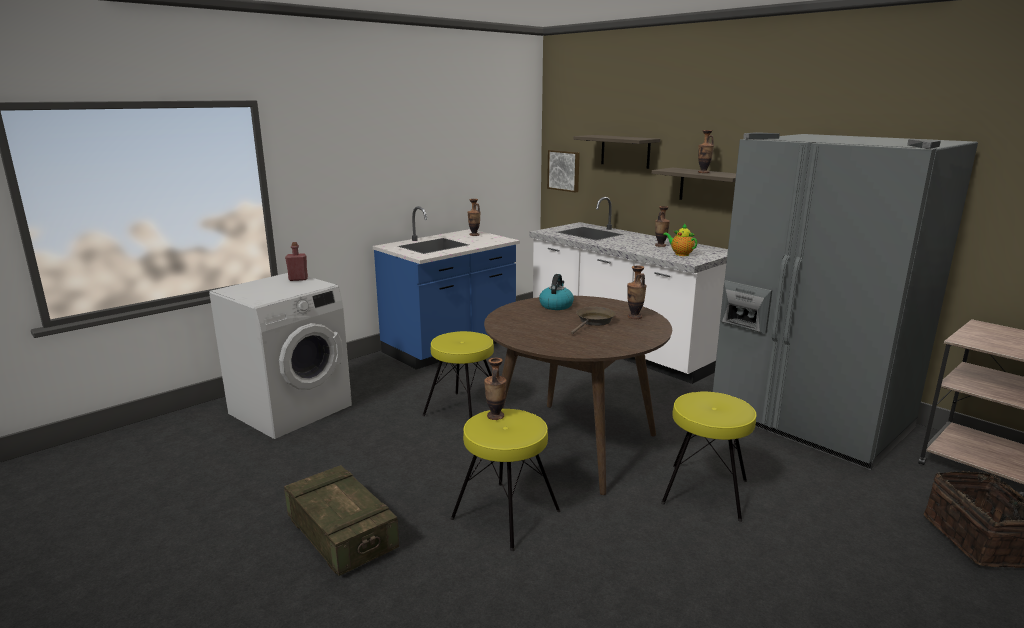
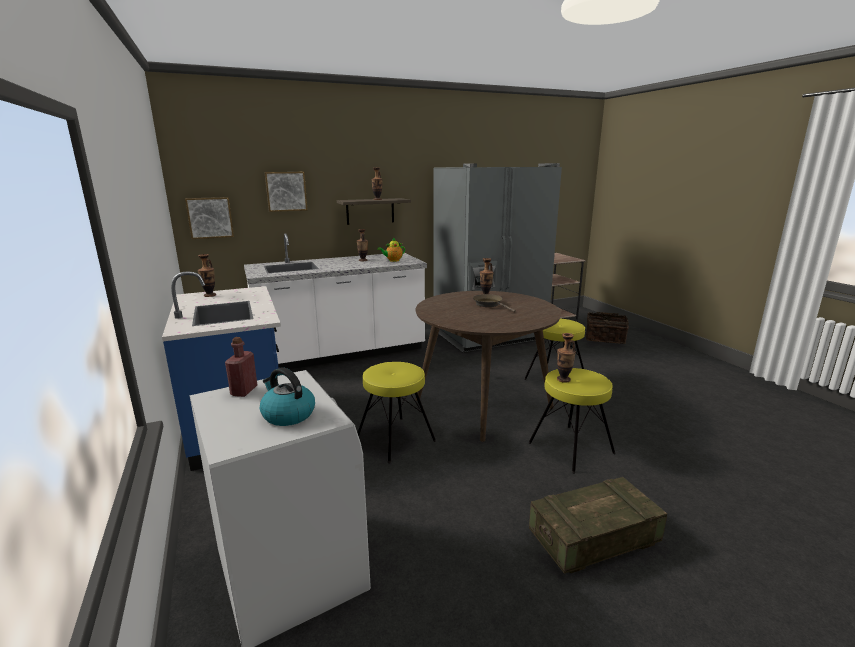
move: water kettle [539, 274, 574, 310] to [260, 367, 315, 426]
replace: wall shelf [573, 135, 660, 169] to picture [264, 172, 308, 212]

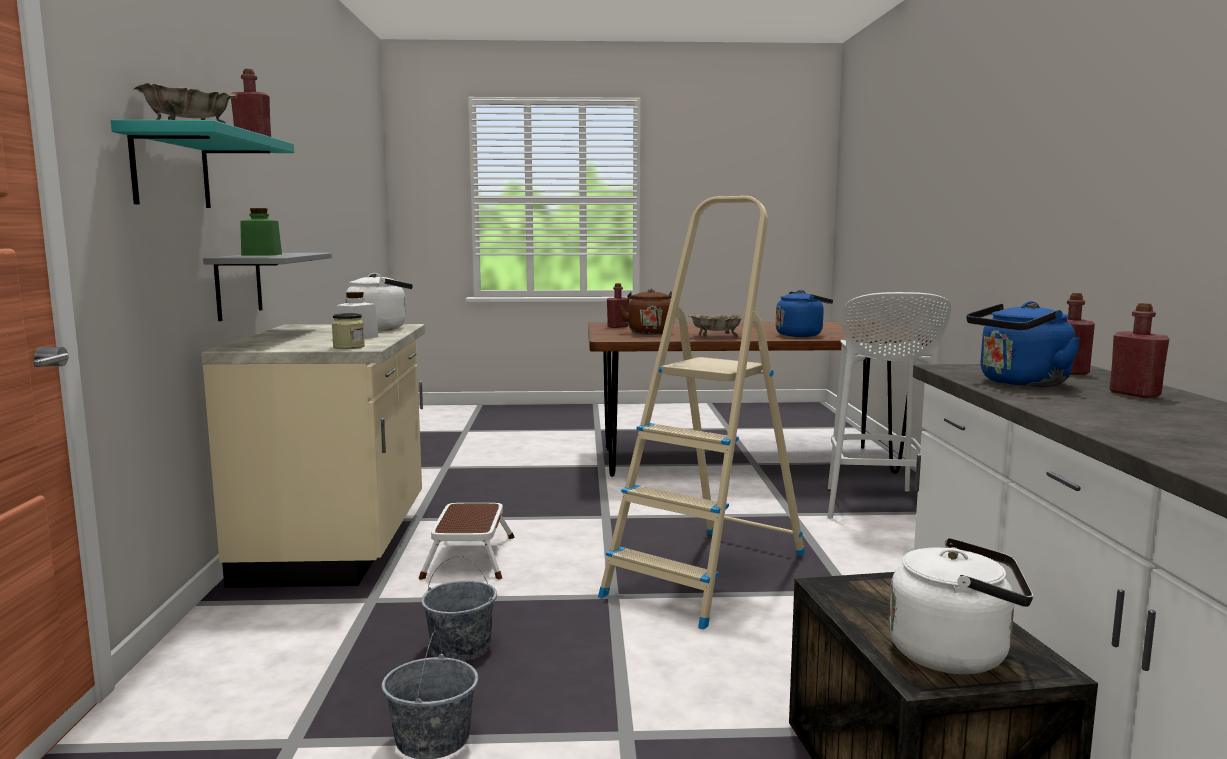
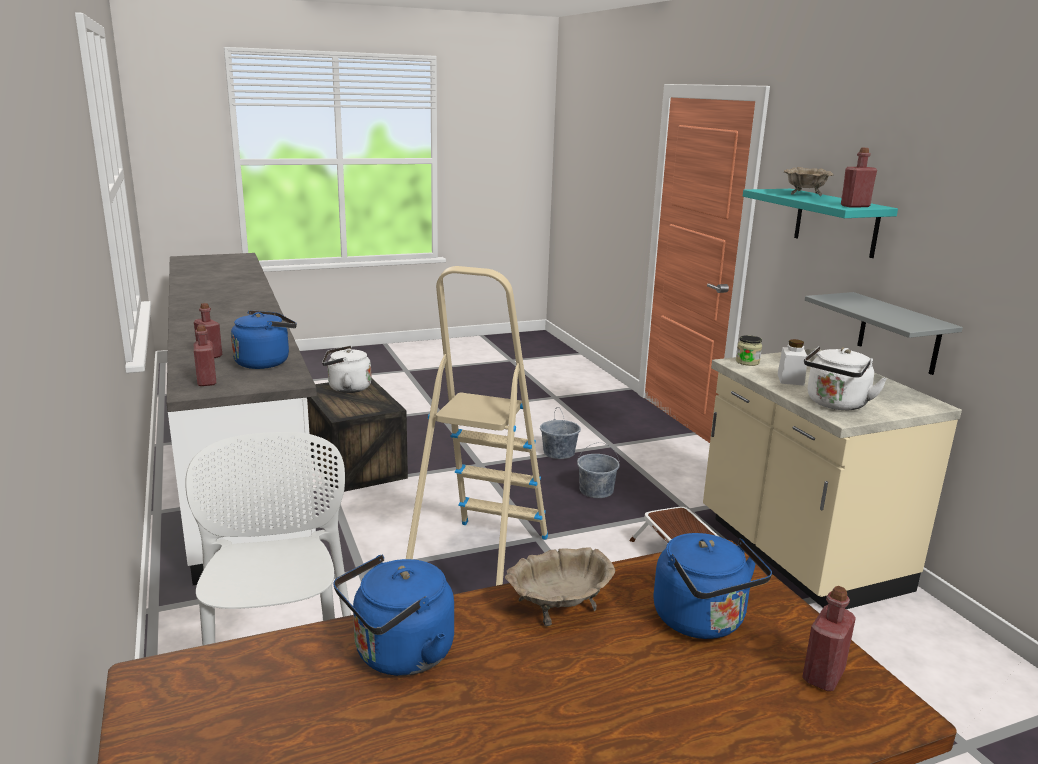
delete: green storage jar [240, 208, 282, 255]
recolor: brown water kettle [618, 289, 672, 335] to blue water kettle [653, 533, 772, 639]

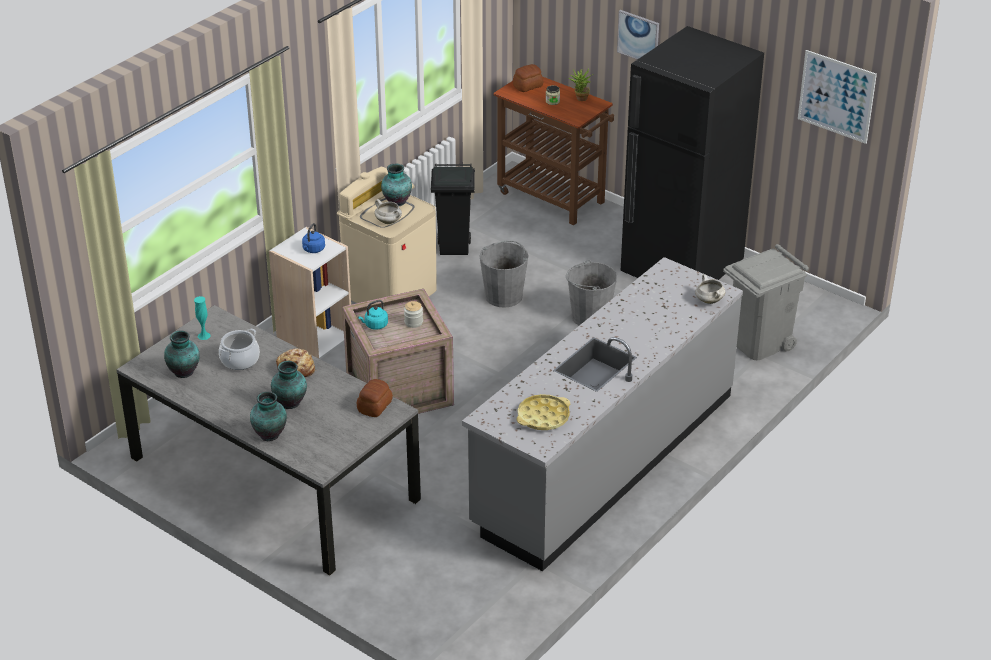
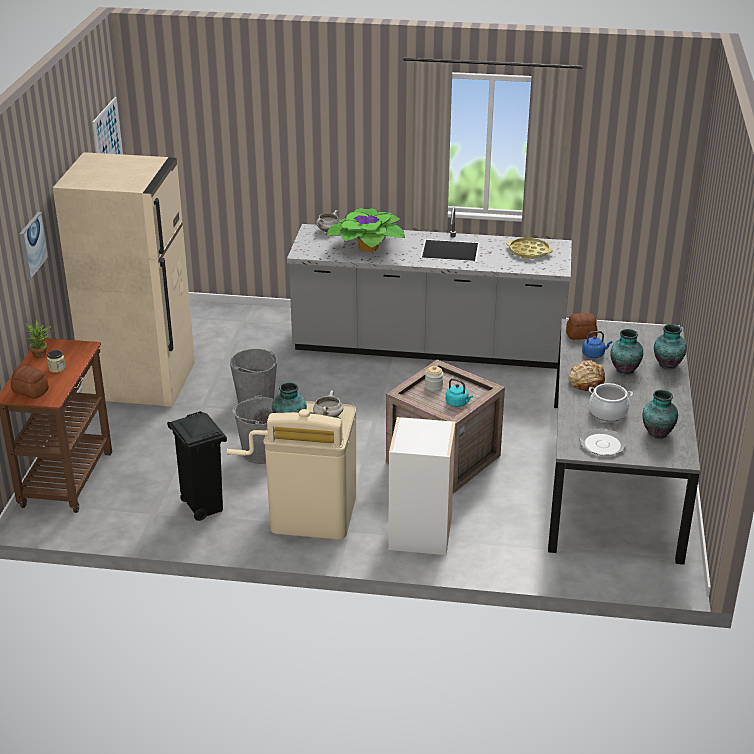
delete: greyish waste bin [723, 244, 809, 361]
insert: potted plant [326, 208, 405, 252]
move: blue water kettle [302, 223, 325, 253] to [582, 331, 612, 358]
replace: blue-green flower vase [194, 296, 211, 340] to dinner plate [579, 429, 627, 455]
recolor: black fridge [621, 26, 764, 280] to sand-coloured fridge [53, 152, 195, 407]

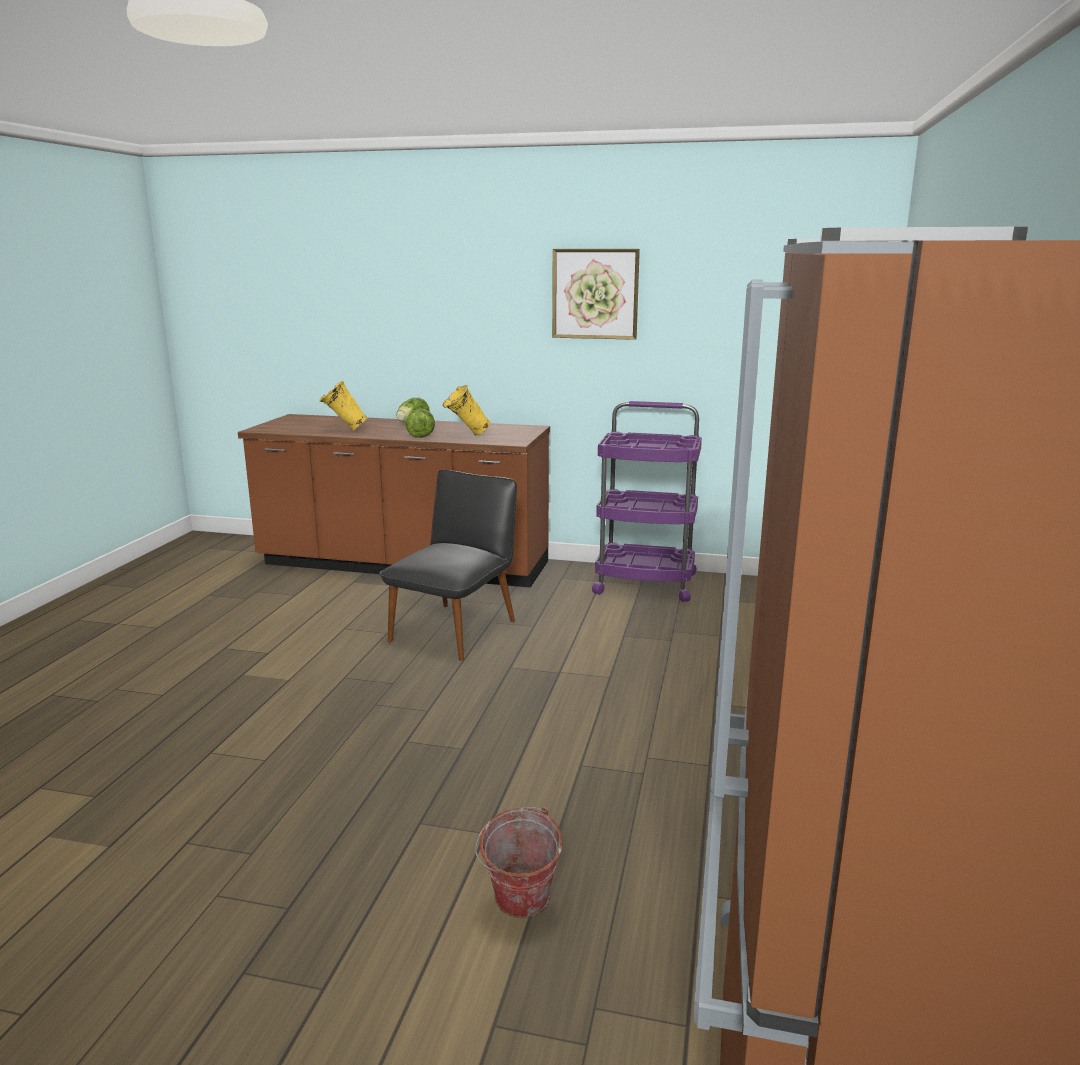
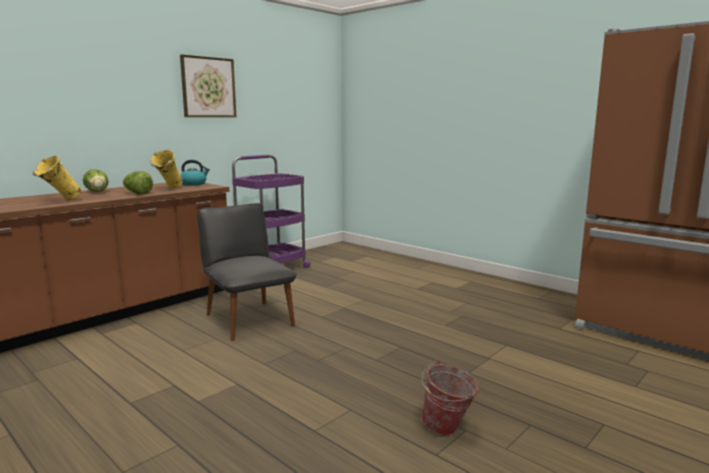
insert: water kettle [180, 160, 210, 186]
move: water bucket [475, 807, 563, 918] to [421, 360, 479, 436]

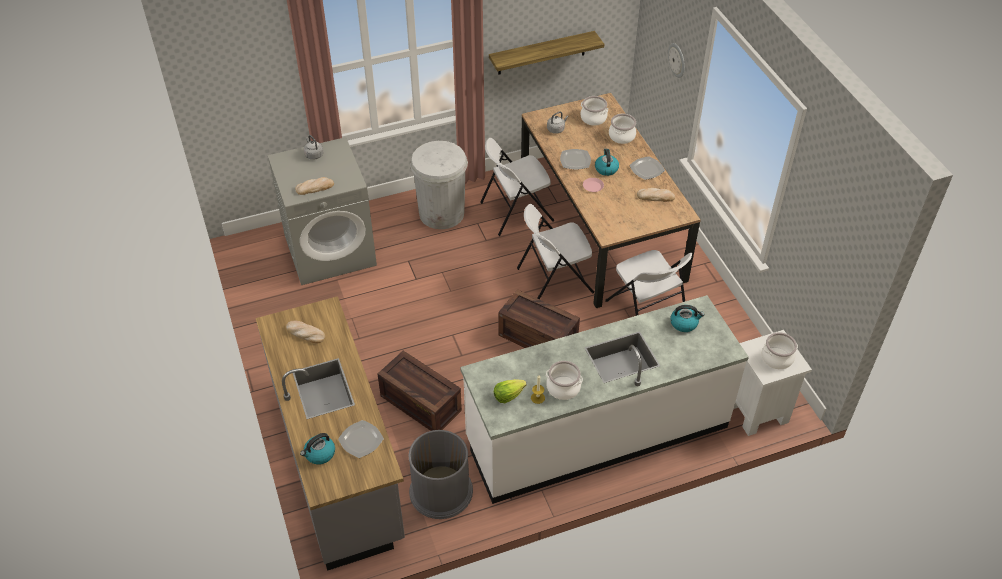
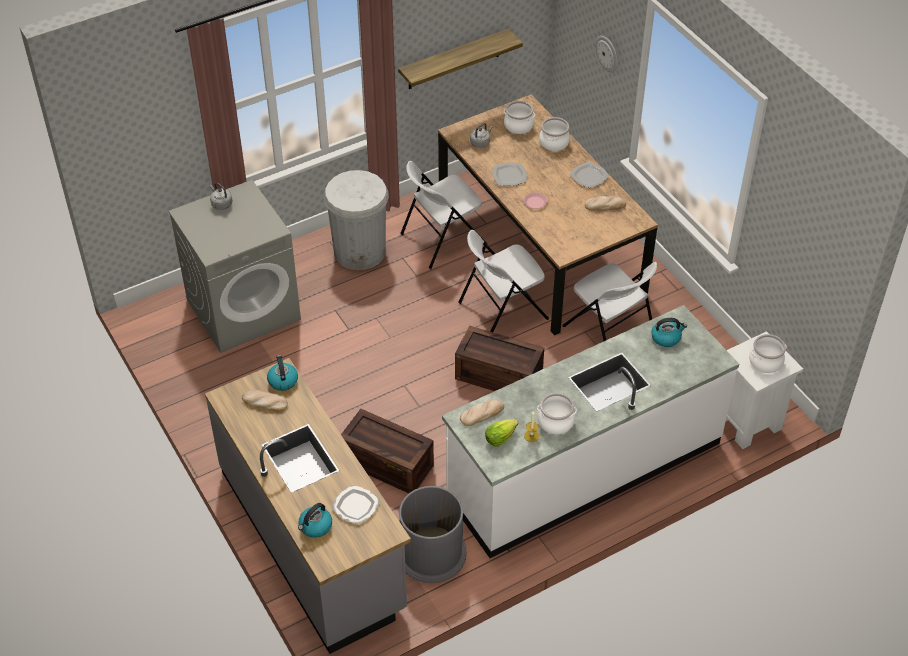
move: water kettle [595, 149, 619, 176] to [267, 355, 298, 391]; bread [295, 177, 334, 195] to [460, 399, 504, 426]

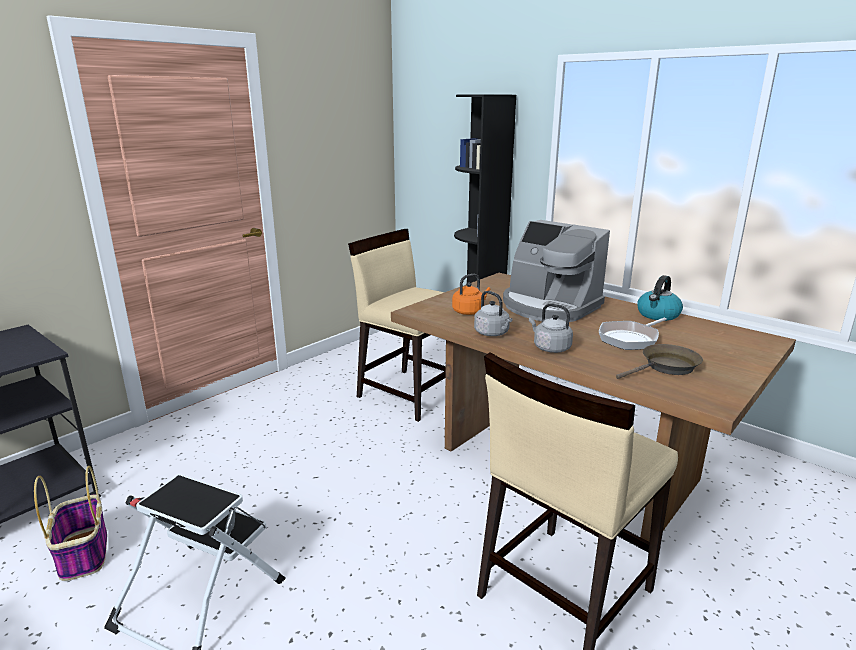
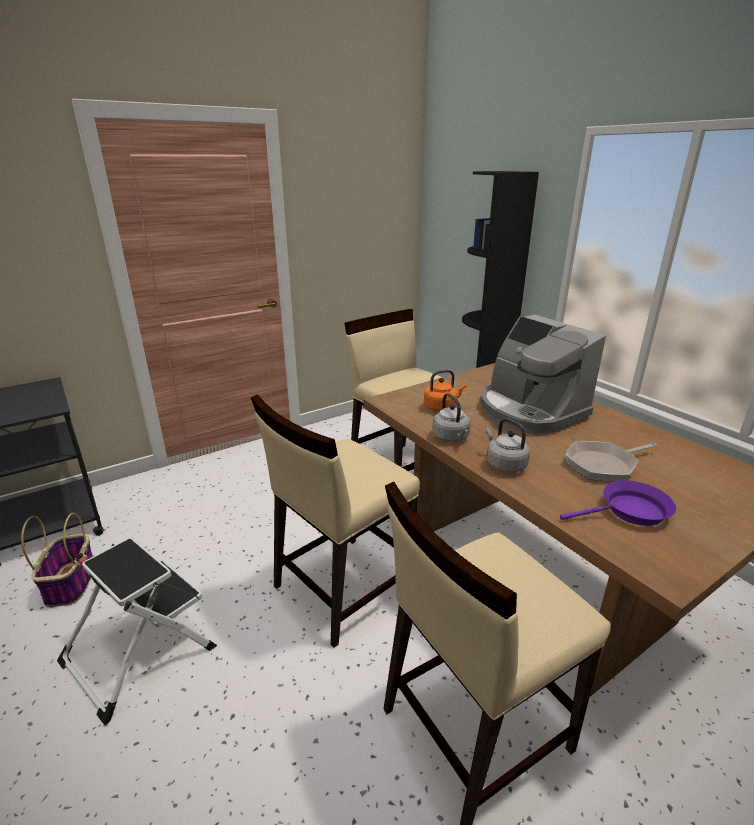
delete: water kettle [637, 275, 683, 321]
insert: sand-coloured plain chair [251, 394, 420, 648]
recolor: brown skillet [616, 344, 703, 379] to purplish skillet [560, 480, 676, 526]

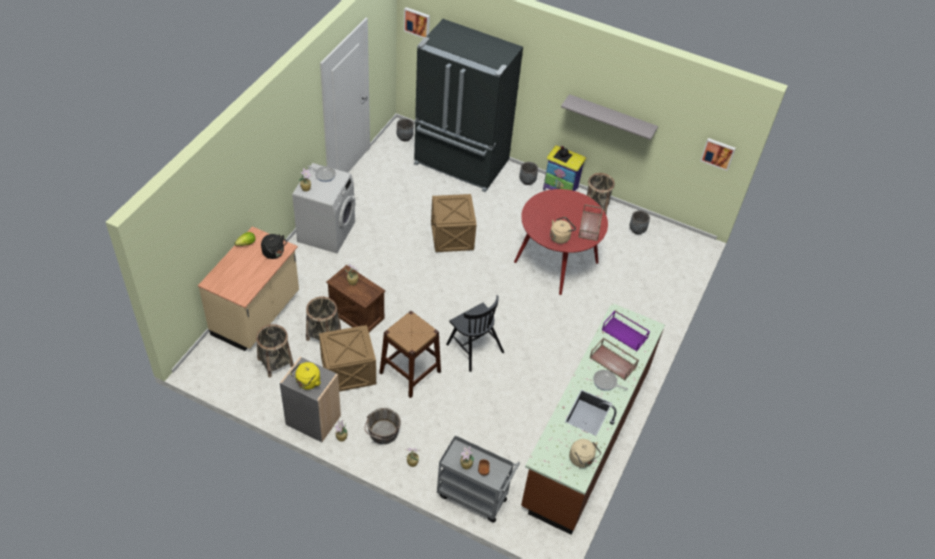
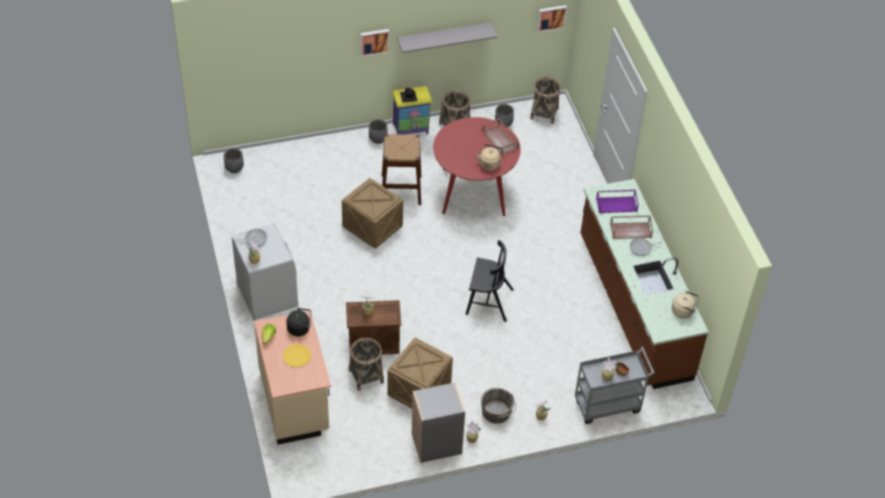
delete: yellowish water kettle [290, 362, 321, 390]; black fridge [414, 19, 523, 192]
insert: yellowish dinner plate [283, 344, 311, 367]
move: picture [404, 7, 430, 38] to [360, 29, 389, 57]; brown sitting stool [379, 311, 441, 398] to [382, 134, 421, 205]; storage basket [256, 324, 294, 378] to [530, 77, 561, 124]

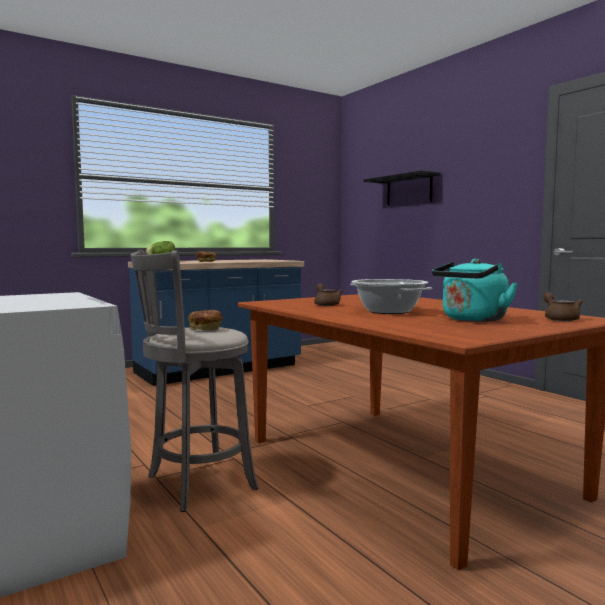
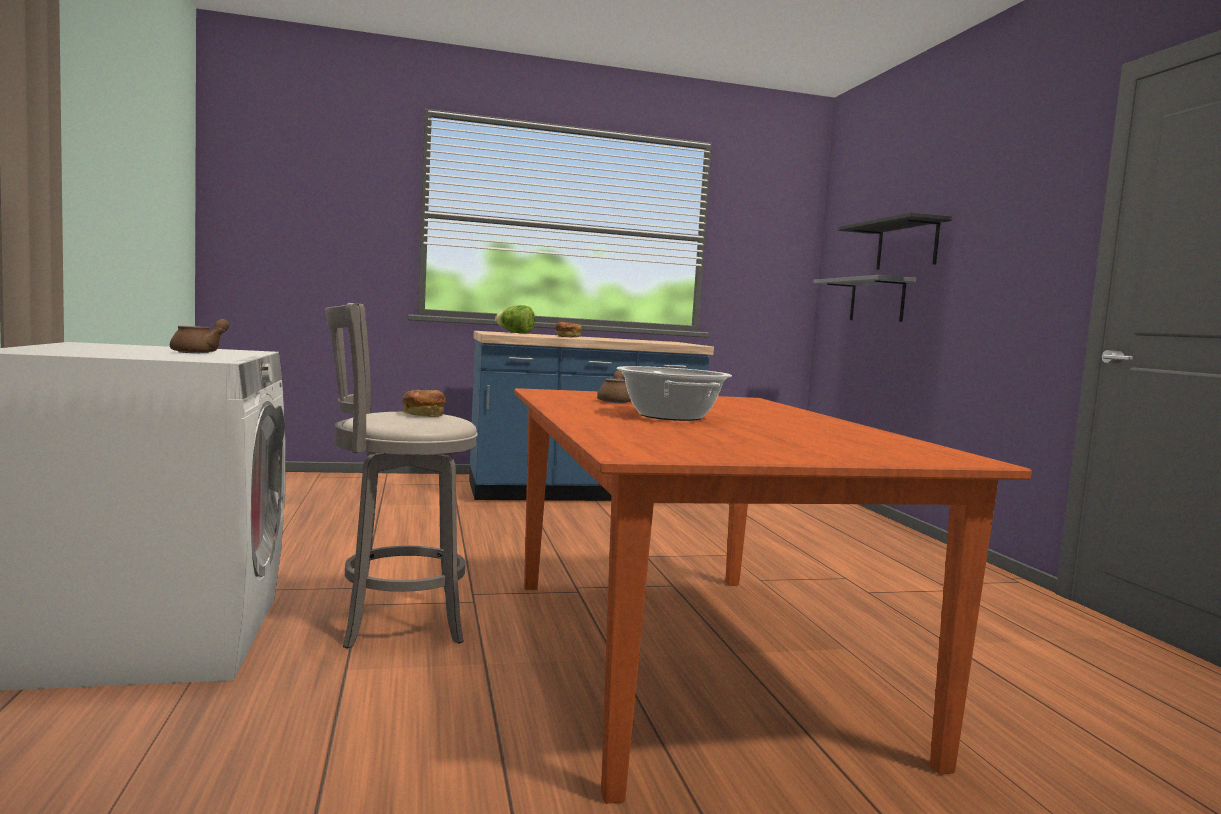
delete: blue-green water kettle [432, 259, 518, 322]
insert: greyish wall shelf [813, 275, 916, 322]
move: brown teapot [543, 292, 583, 321] to [170, 319, 229, 353]

